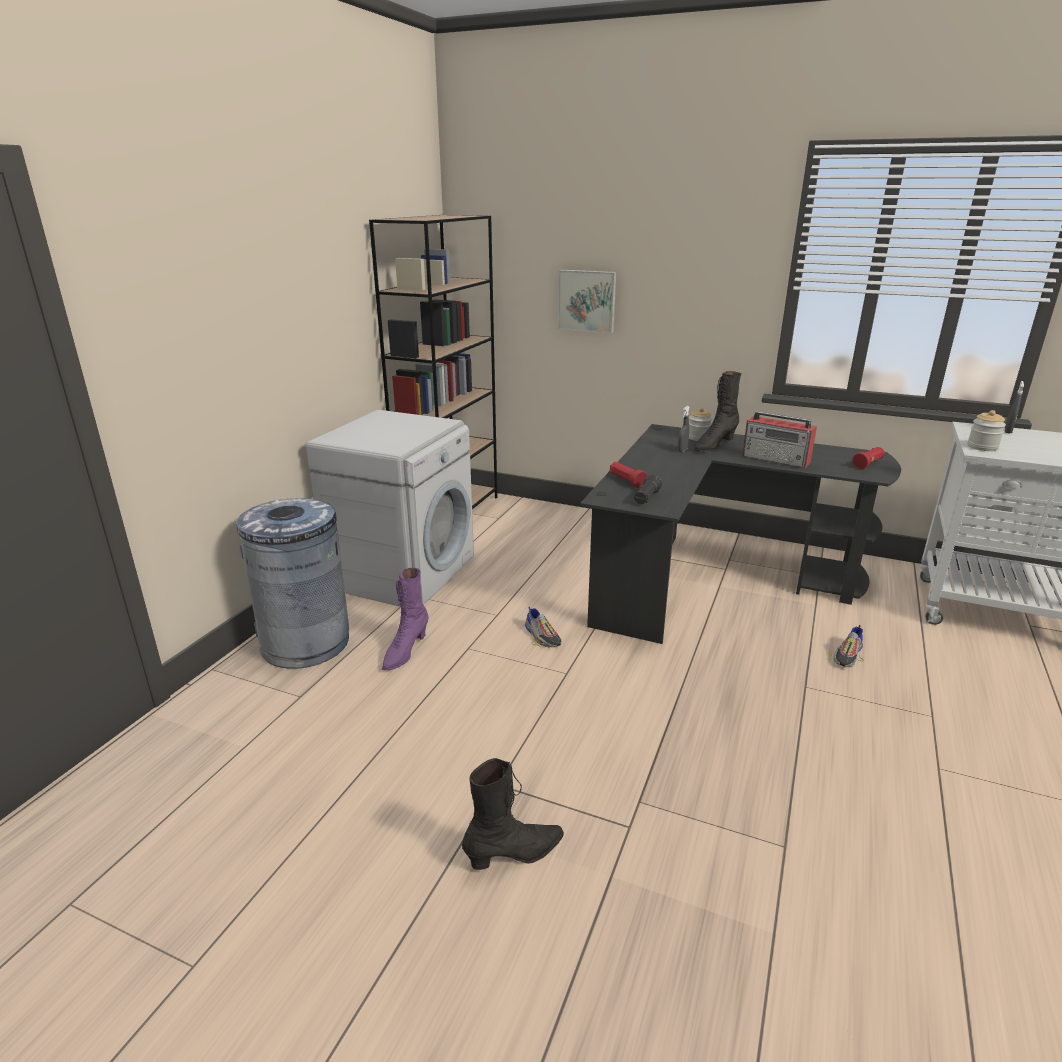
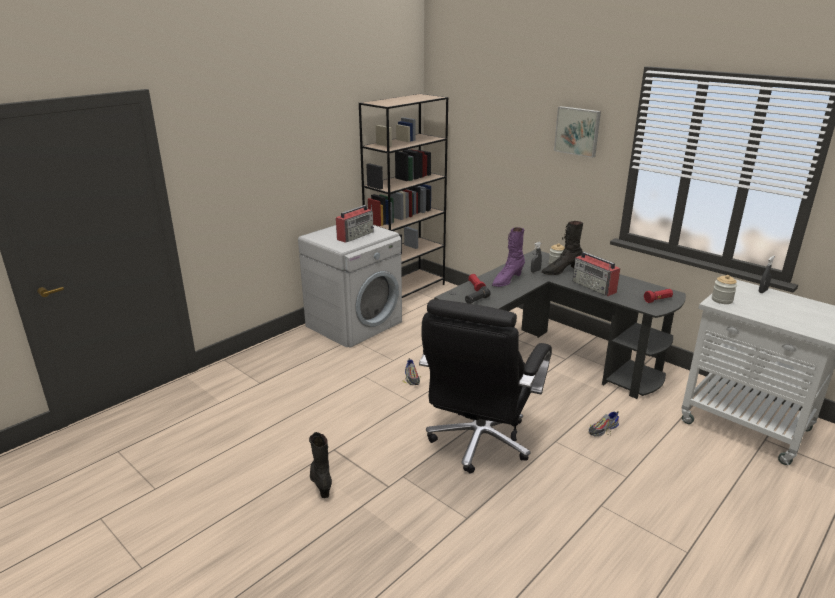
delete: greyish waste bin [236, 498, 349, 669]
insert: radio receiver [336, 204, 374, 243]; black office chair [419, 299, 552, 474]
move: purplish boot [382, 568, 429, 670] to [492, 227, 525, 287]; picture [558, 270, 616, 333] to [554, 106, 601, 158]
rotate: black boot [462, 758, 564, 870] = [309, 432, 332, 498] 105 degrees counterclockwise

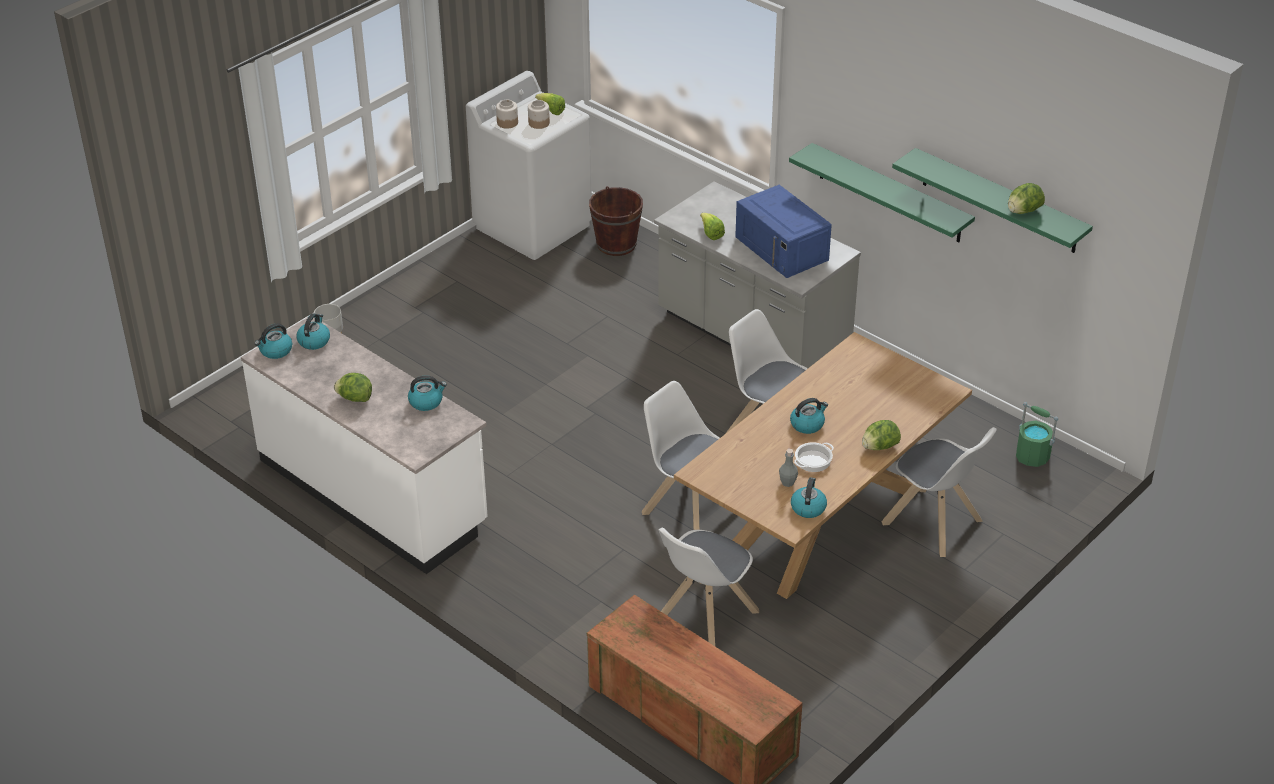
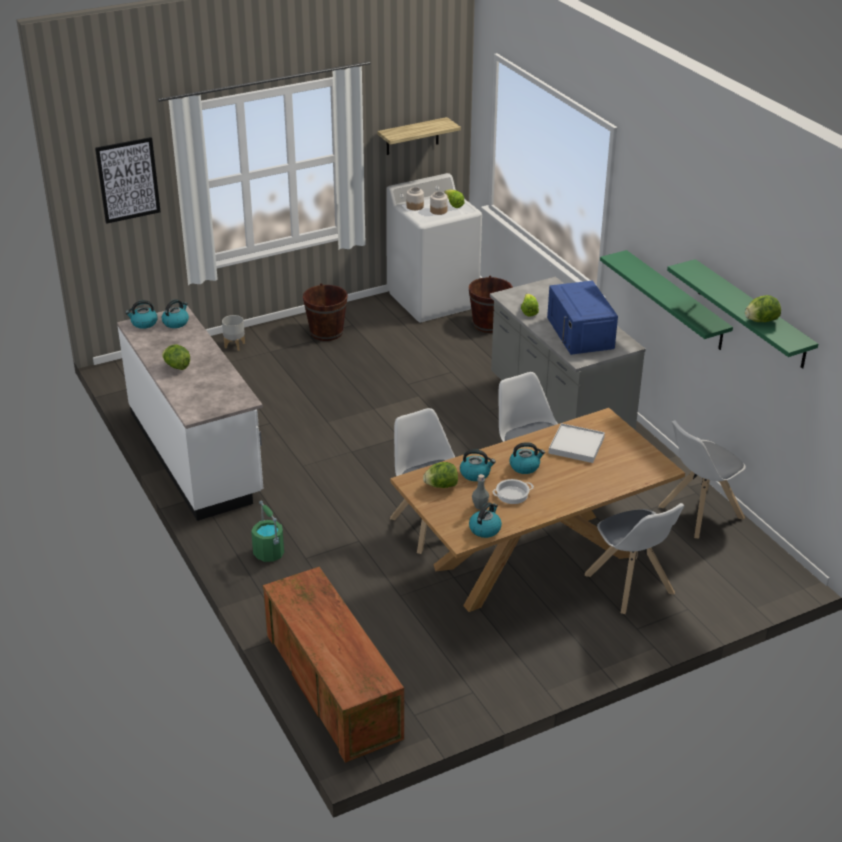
insert: picture [95, 137, 161, 224]; brown water bucket [303, 283, 348, 341]; wall shelf [377, 117, 461, 155]; whitish tray [549, 423, 605, 463]
move: green water bucket [1016, 402, 1058, 467] to [251, 500, 284, 562]; lettuce head [862, 420, 901, 450] to [423, 462, 458, 488]; water kettle [408, 375, 447, 411] to [460, 449, 496, 481]; plain chair [658, 528, 759, 646] to [658, 420, 746, 539]

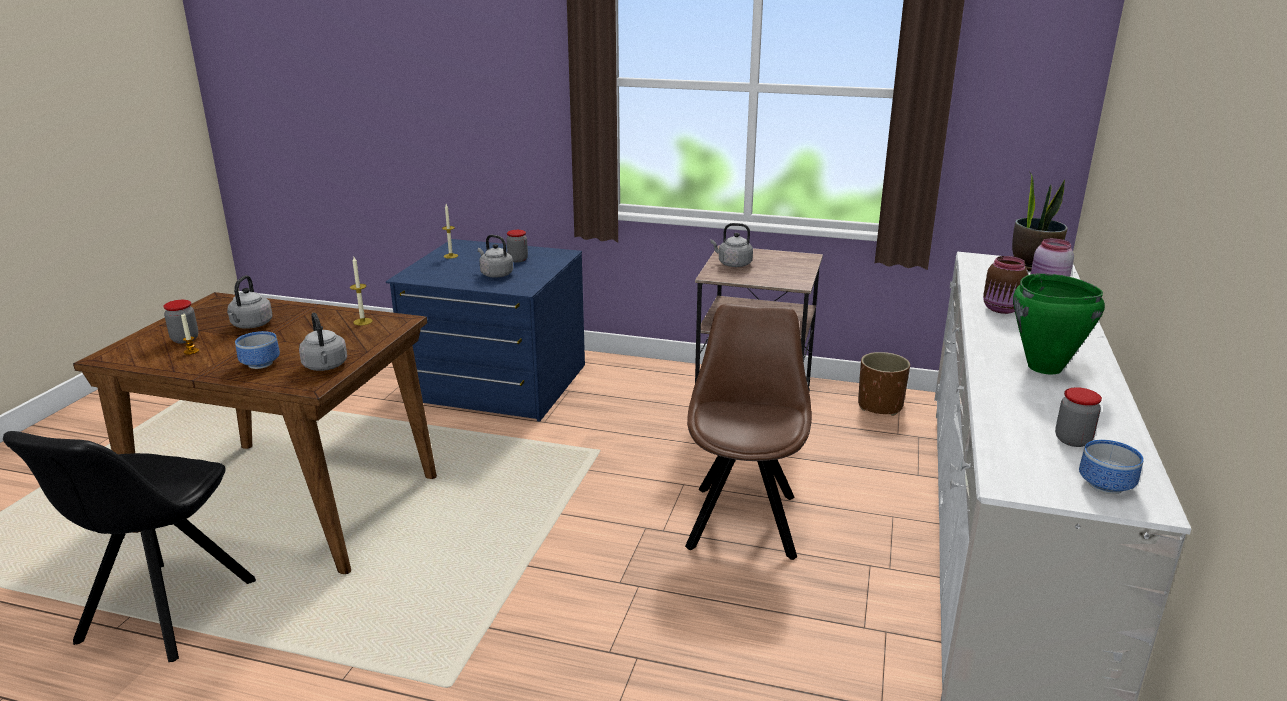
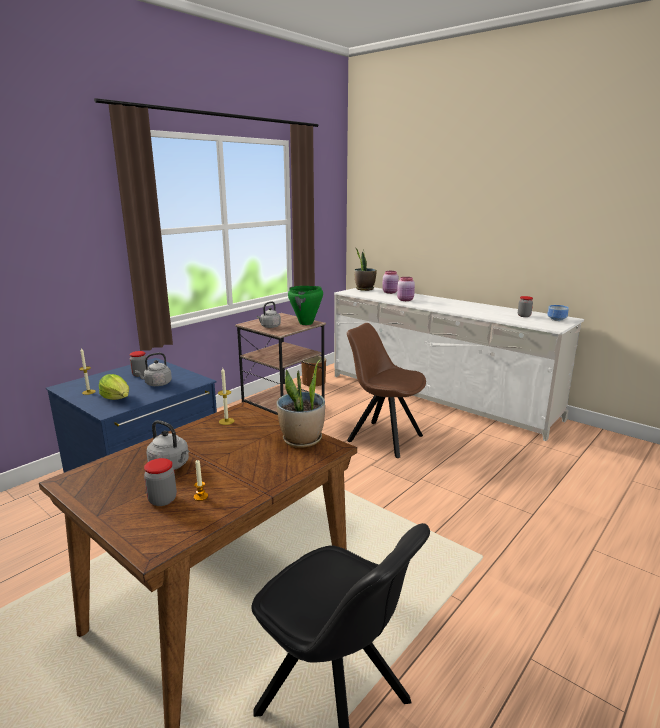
delete: bowl [235, 331, 280, 369]
insert: lettuce head [99, 374, 129, 400]
move: green cooking pot [1013, 273, 1105, 374] to [288, 286, 323, 325]
replace: greyish water kettle [299, 313, 347, 371] to potted plant [276, 359, 325, 448]
recolor: brown storage jar [983, 256, 1029, 314] to pinkish storage jar [397, 277, 415, 301]

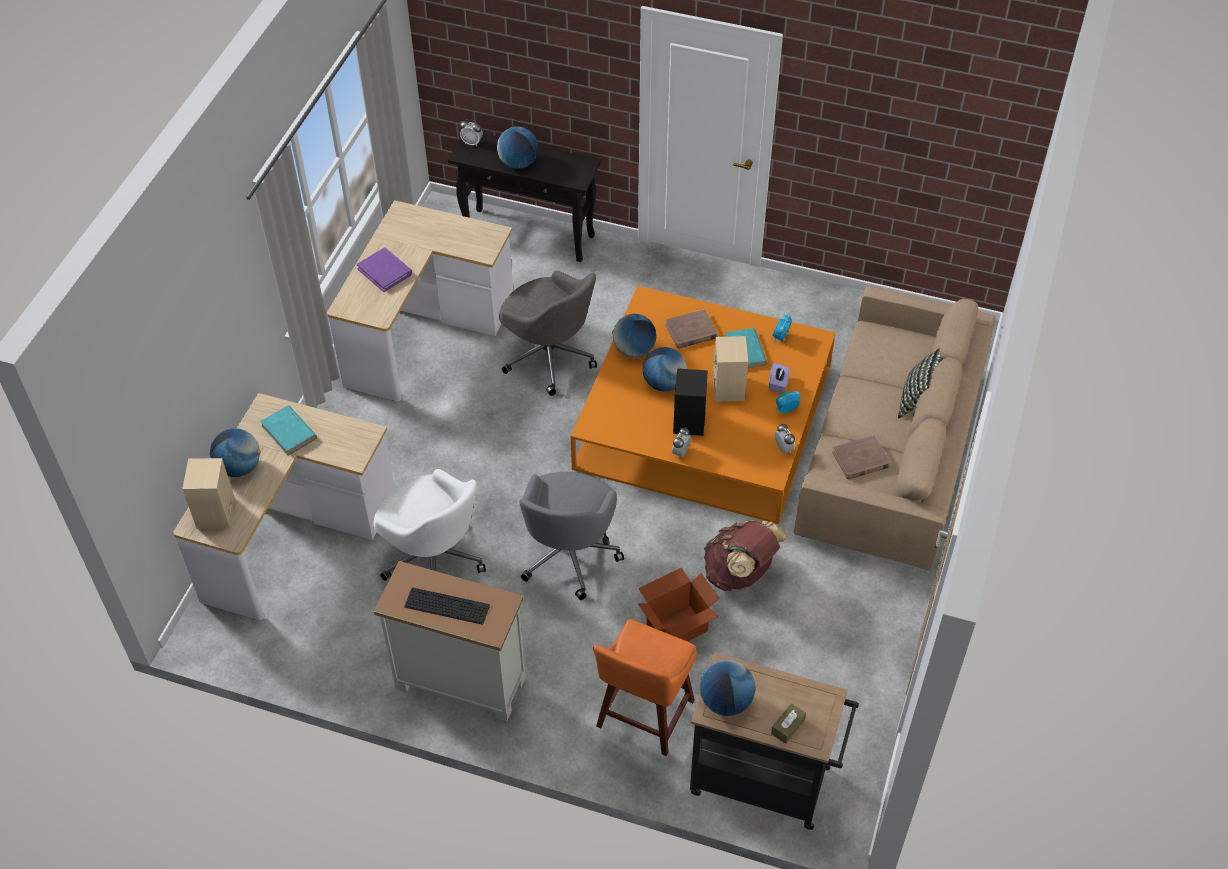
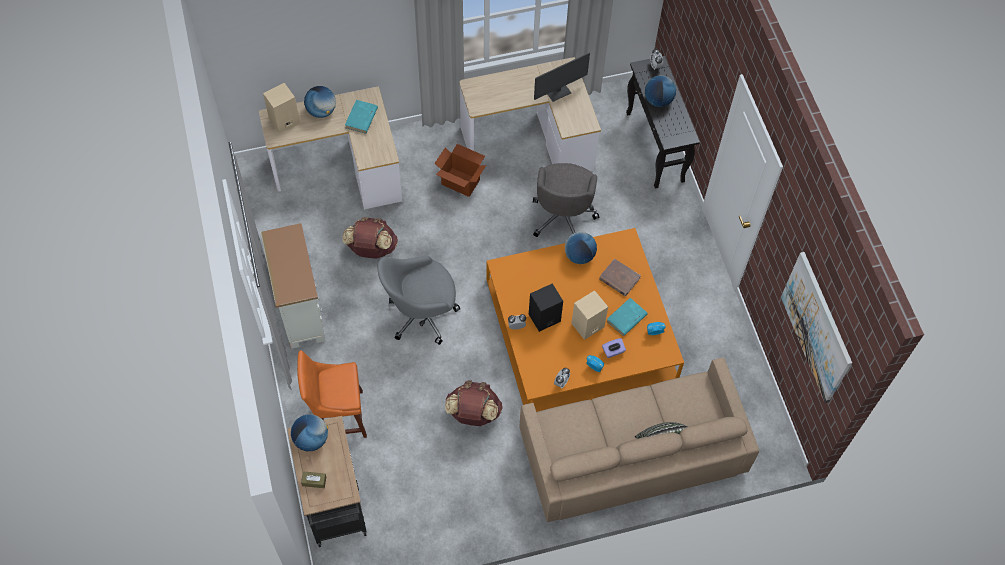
delete: purplish book [357, 247, 412, 292]; computer keyboard [404, 587, 490, 625]; desk globe [642, 347, 687, 391]; brown book [832, 435, 890, 479]
insert: computer screen [534, 53, 590, 102]; picture [781, 252, 852, 403]
move: cardboard box [638, 567, 719, 641] to [435, 144, 486, 197]
replace: whitish office chair [373, 469, 486, 581] to brown knapsack [342, 217, 398, 259]

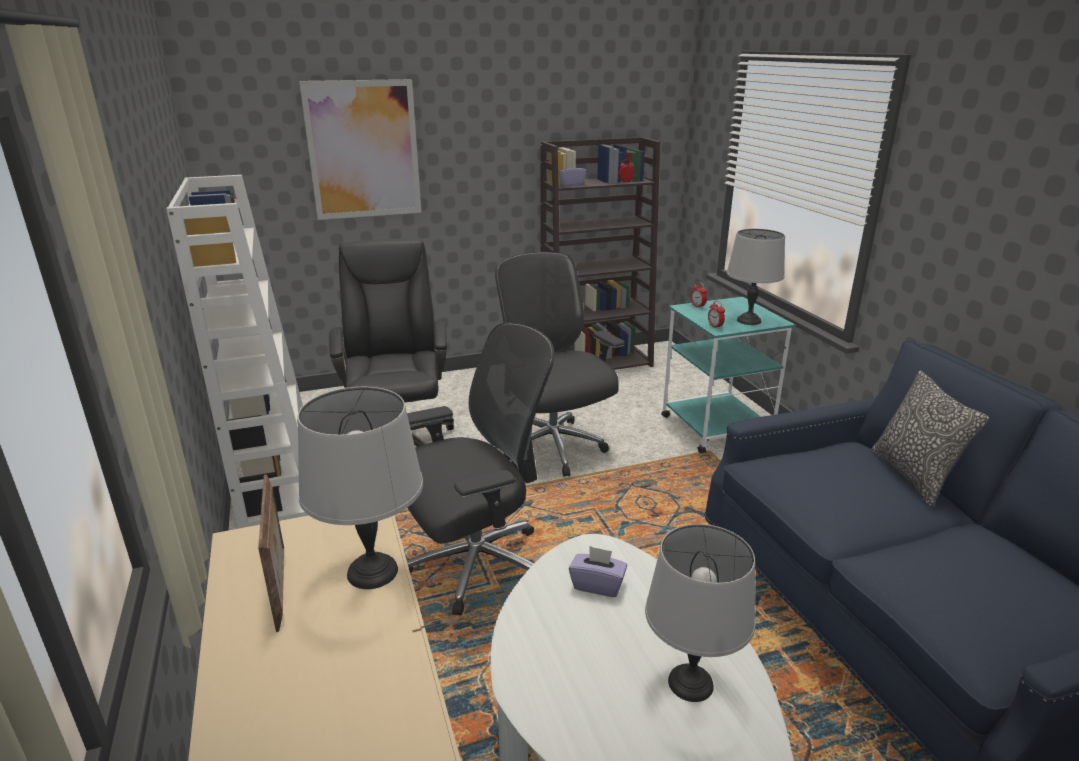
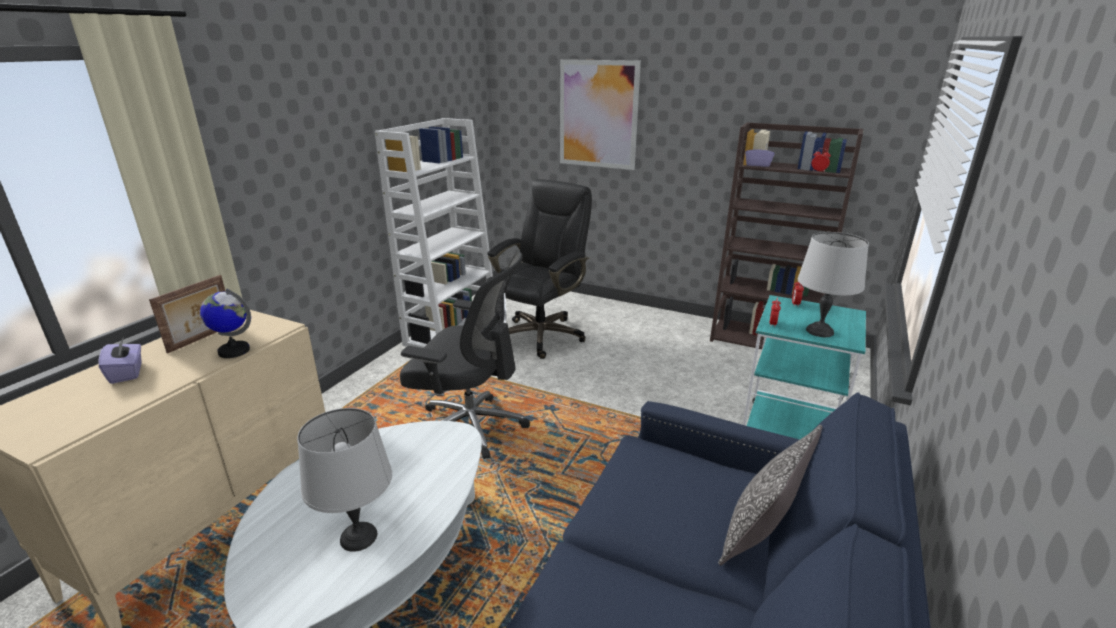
delete: office chair [495, 252, 625, 477]
move: purplish box of tissues [569, 546, 627, 597] to [98, 336, 142, 384]
replace: greyish tabletop lamp [297, 387, 423, 589] to desk globe [200, 289, 251, 358]

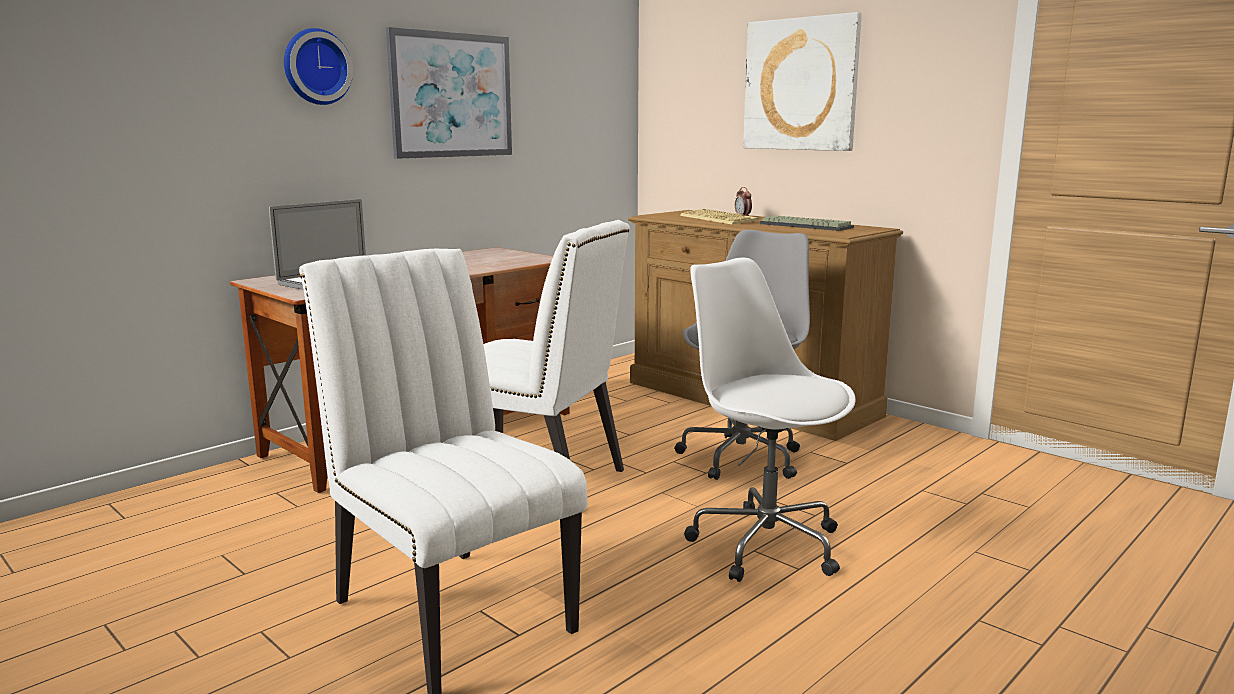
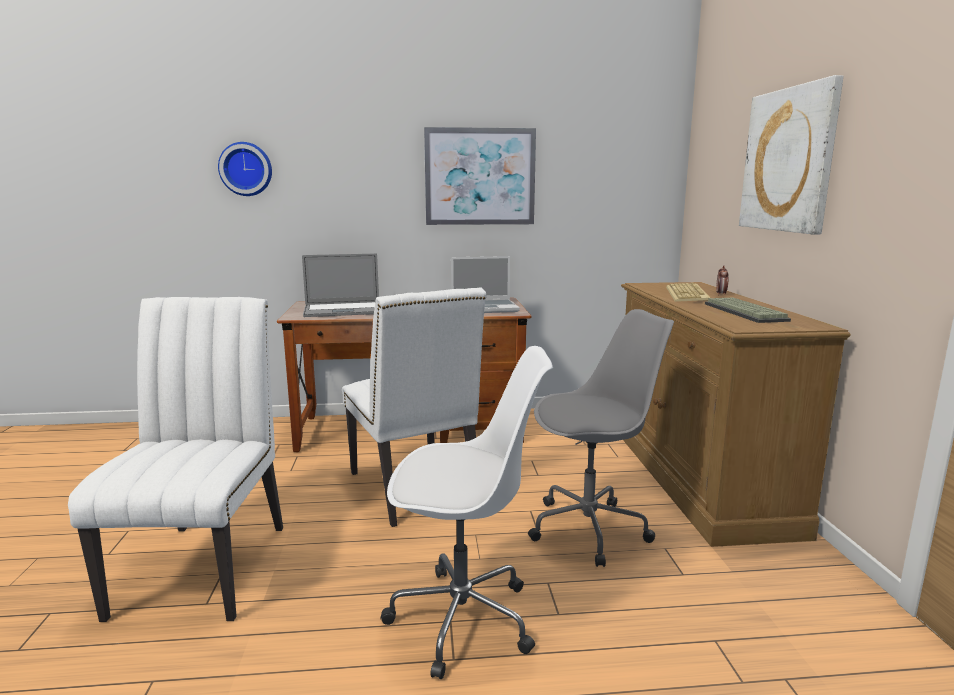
insert: laptop [451, 256, 520, 313]
move: clock on the wall [284, 28, 353, 105] to [218, 142, 272, 196]
rotate: whitish office chair [684, 258, 856, 582] = [380, 346, 553, 679] 90 degrees clockwise

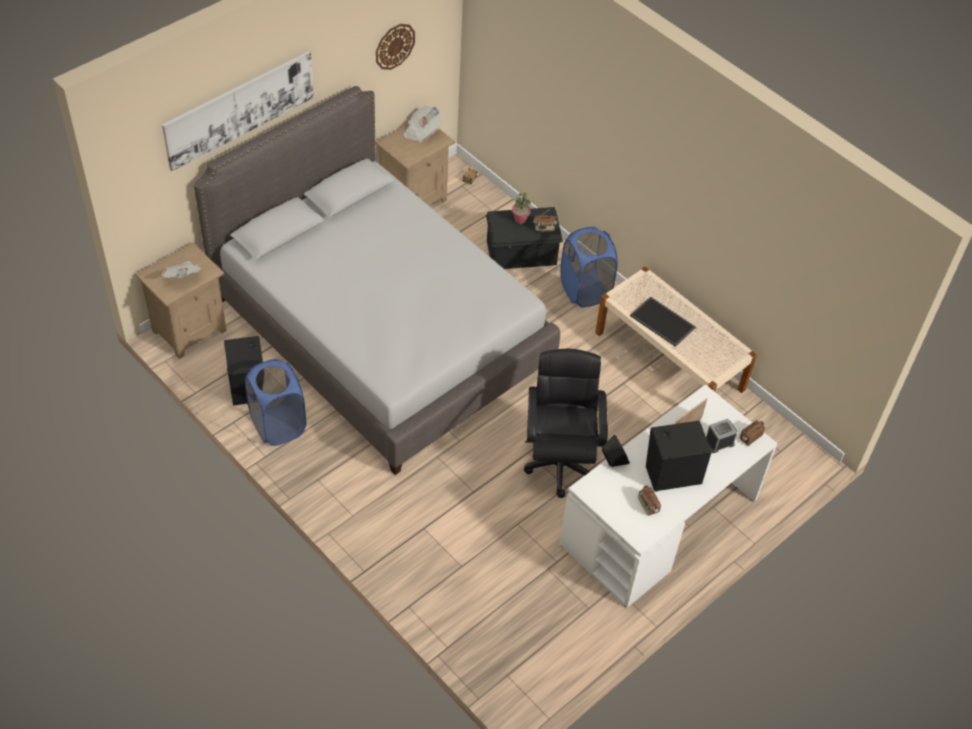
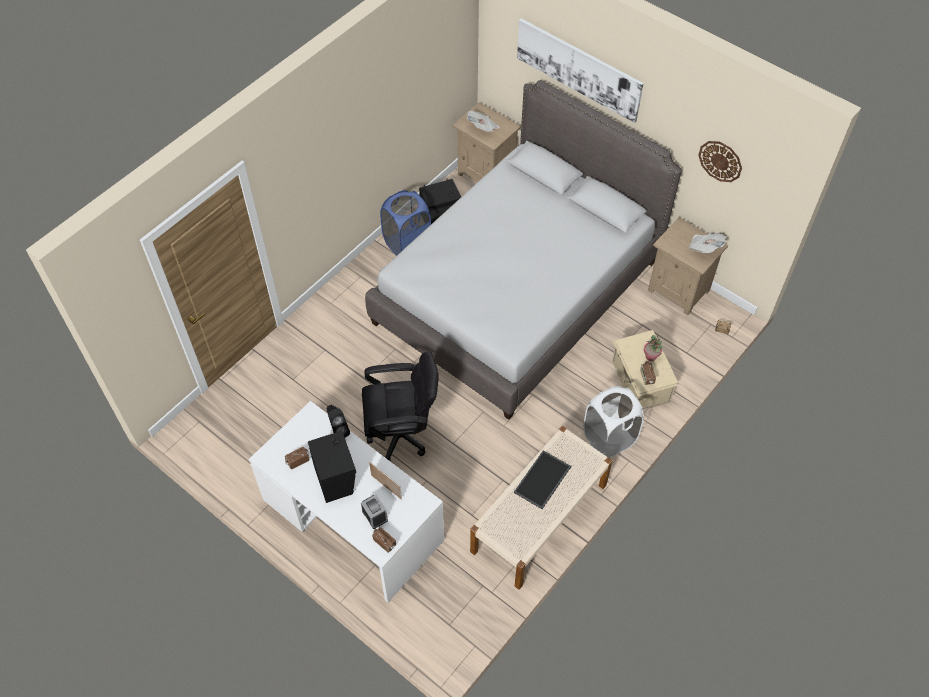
recolor: blue laundry basket [560, 227, 618, 307] to whitish laundry basket [583, 386, 644, 458]; black storage container [486, 207, 563, 269] to sand-coloured storage container [612, 330, 678, 410]

